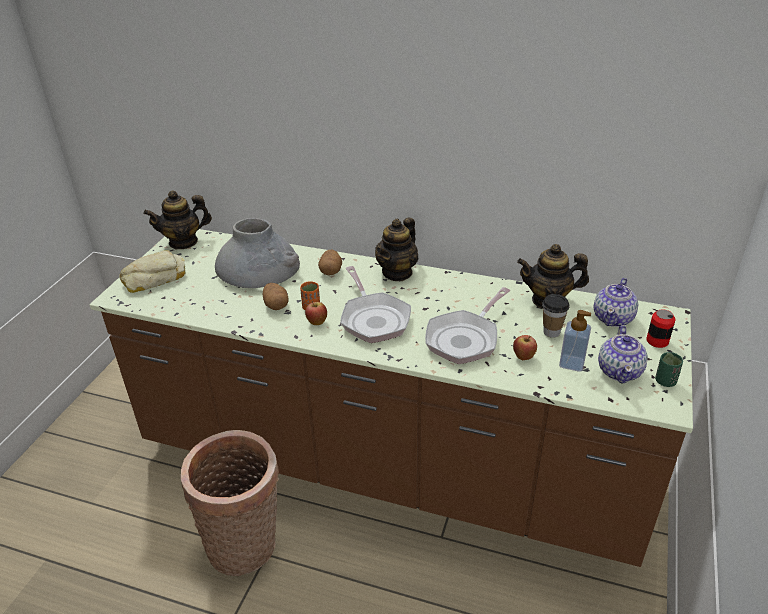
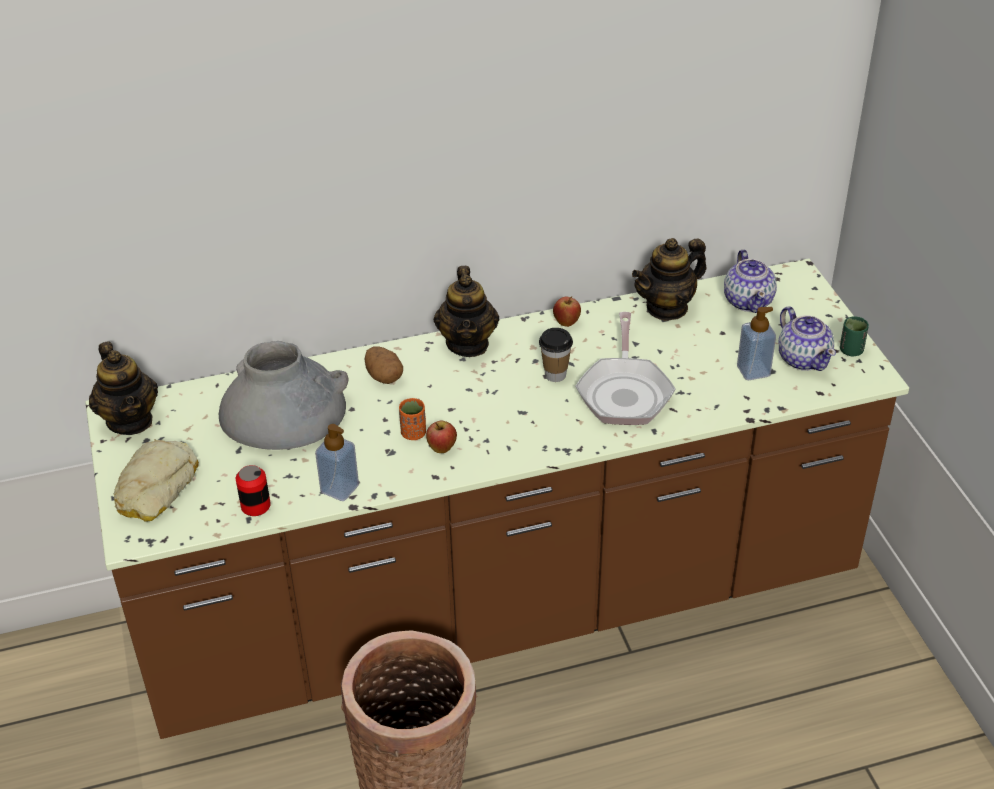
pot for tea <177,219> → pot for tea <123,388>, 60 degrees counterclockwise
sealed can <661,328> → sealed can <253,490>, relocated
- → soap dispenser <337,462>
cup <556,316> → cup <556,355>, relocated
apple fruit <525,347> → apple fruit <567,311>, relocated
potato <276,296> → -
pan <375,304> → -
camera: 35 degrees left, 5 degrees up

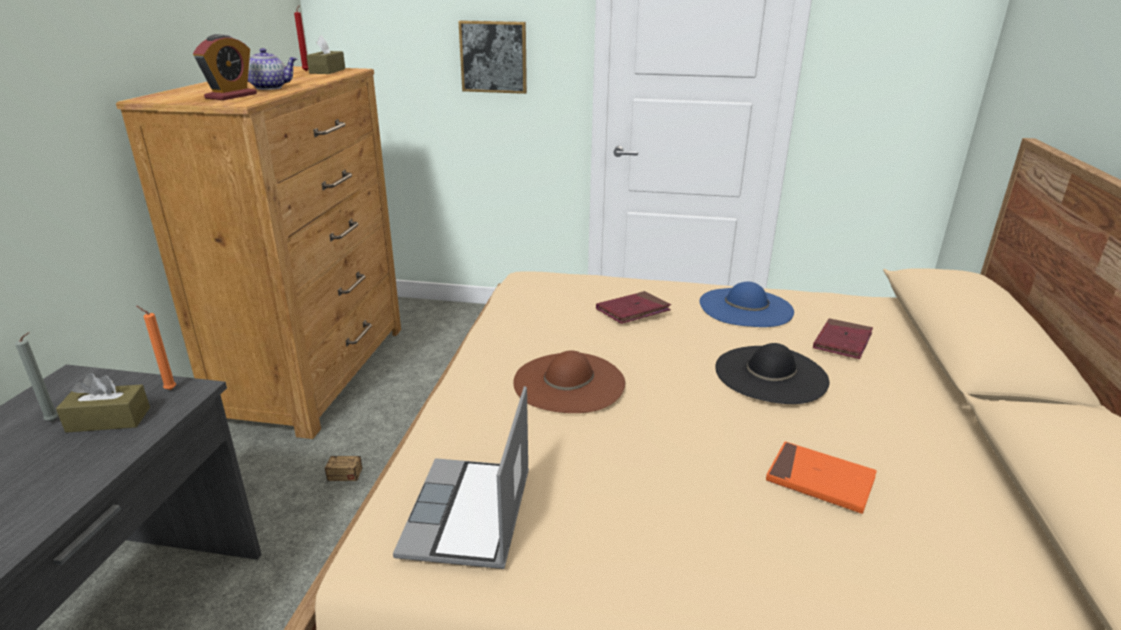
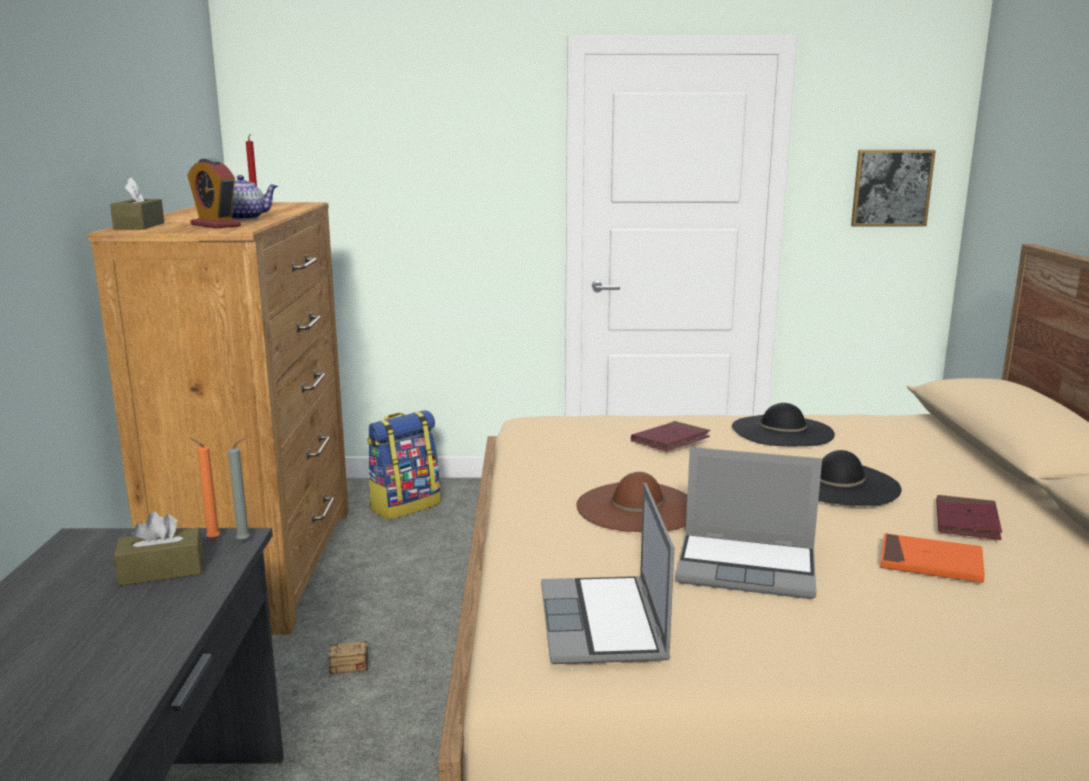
brown-coloured tissue holder <325,54> → brown-coloured tissue holder <137,203>, relocated
table clock <225,67> → table clock <214,193>, 120 degrees clockwise
grey candle <36,376> → grey candle <239,490>, relocated
- → rucksack <404,465>
- → portable computer <748,523>
blue hat <747,304> → blackish hat <783,424>
wall art <492,57> → wall art <893,188>, relocated
reddish bound book <843,338> → reddish bound book <969,517>, relocated
camera: 10 degrees left, 10 degrees down

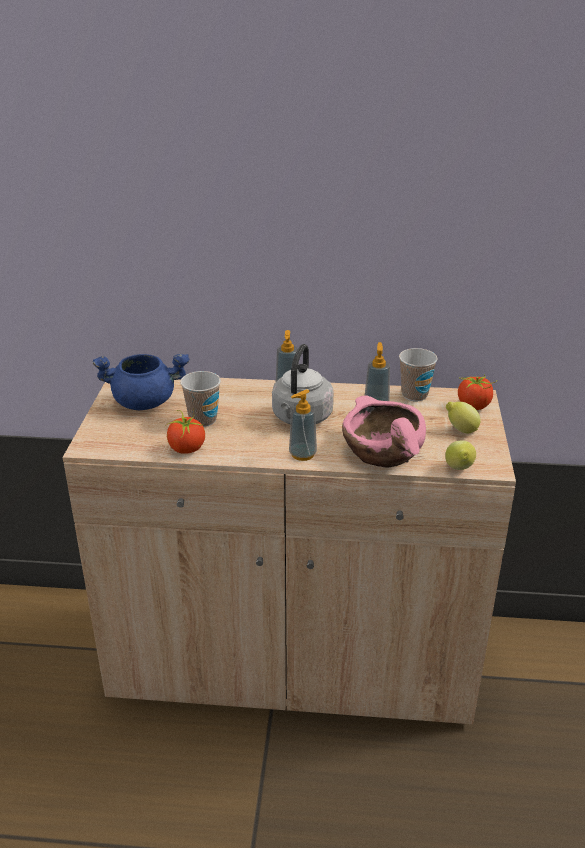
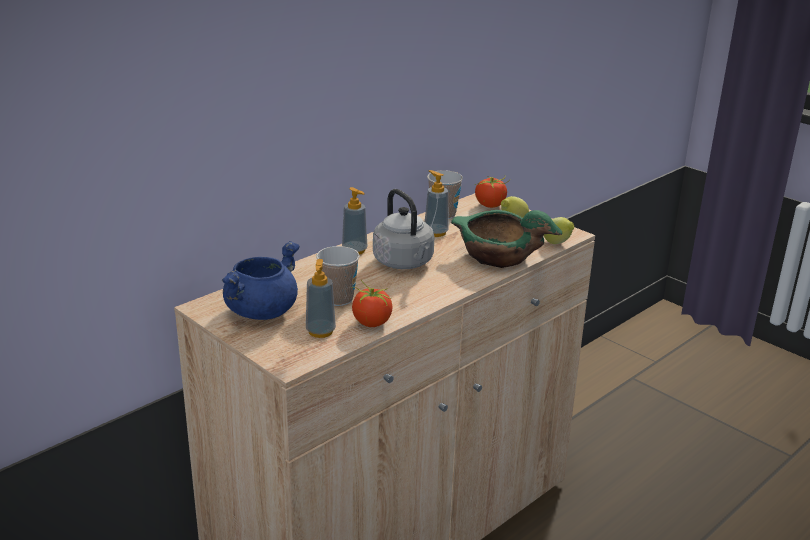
soap dispenser <303,425> → soap dispenser <321,298>, relocated
pink-coloured deep dish <384,431> → green-coloured deep dish <506,239>
camera: 50 degrees left, 5 degrees down

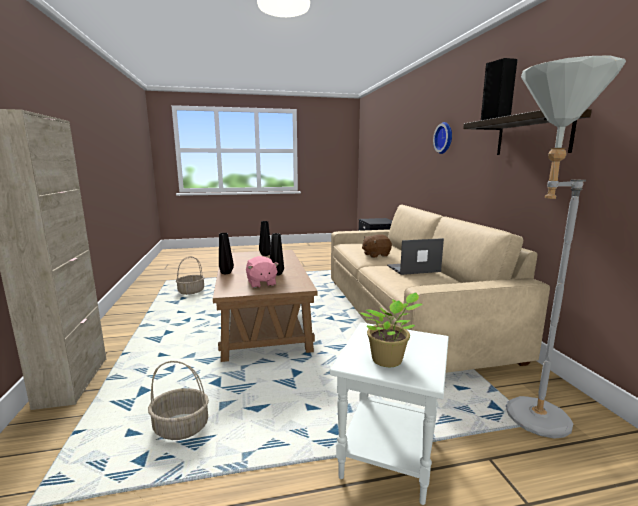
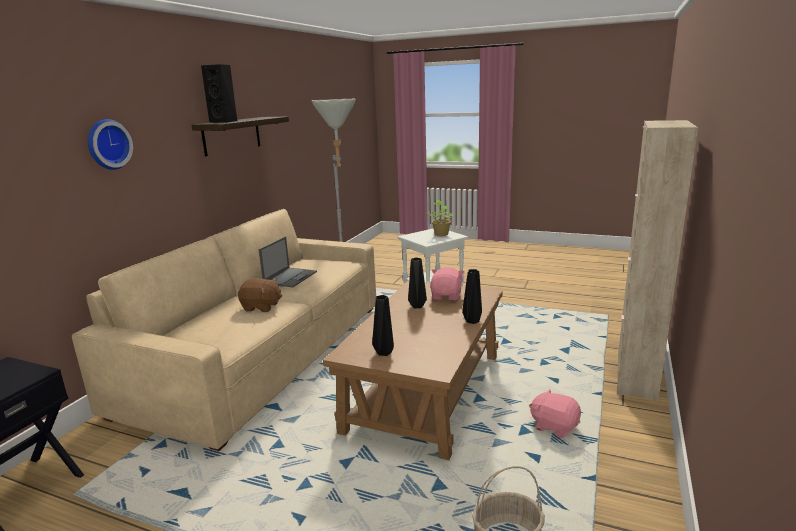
portable computer <415,256> → portable computer <288,262>, 90 degrees counterclockwise
- → pink-coloured plush toy <555,413>
storage basket <178,400> → -
camera: 145 degrees left, 5 degrees up

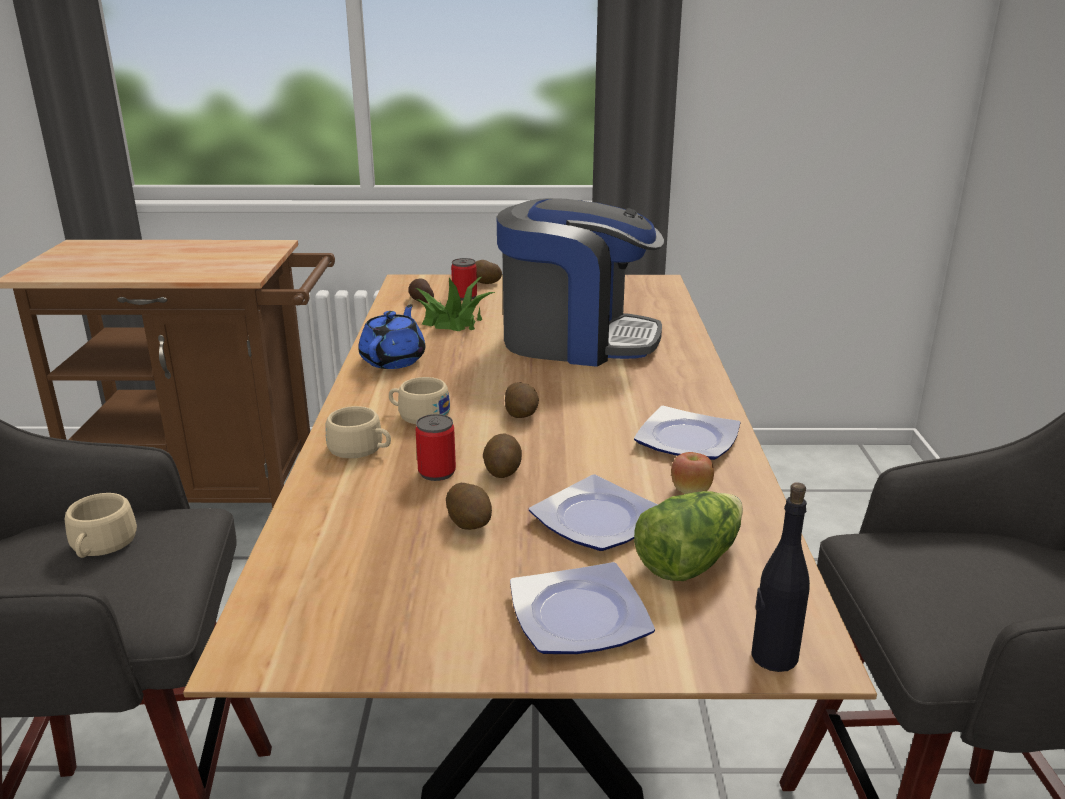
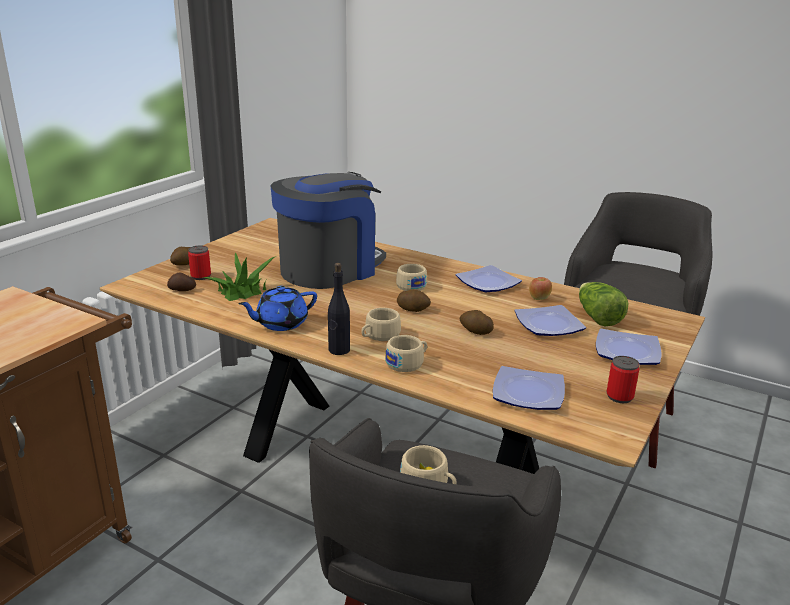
blue pot for tea <392,336> → blue pot for tea <277,308>, 75 degrees counterclockwise
blackish drink bottle <780,577> → blackish drink bottle <339,309>, relocated
- → beige cup <411,277>
- → dinner plate <529,388>
sealed can <435,447> → sealed can <623,379>, relocated
potato <469,506> → -
camera: 60 degrees left, 0 degrees up

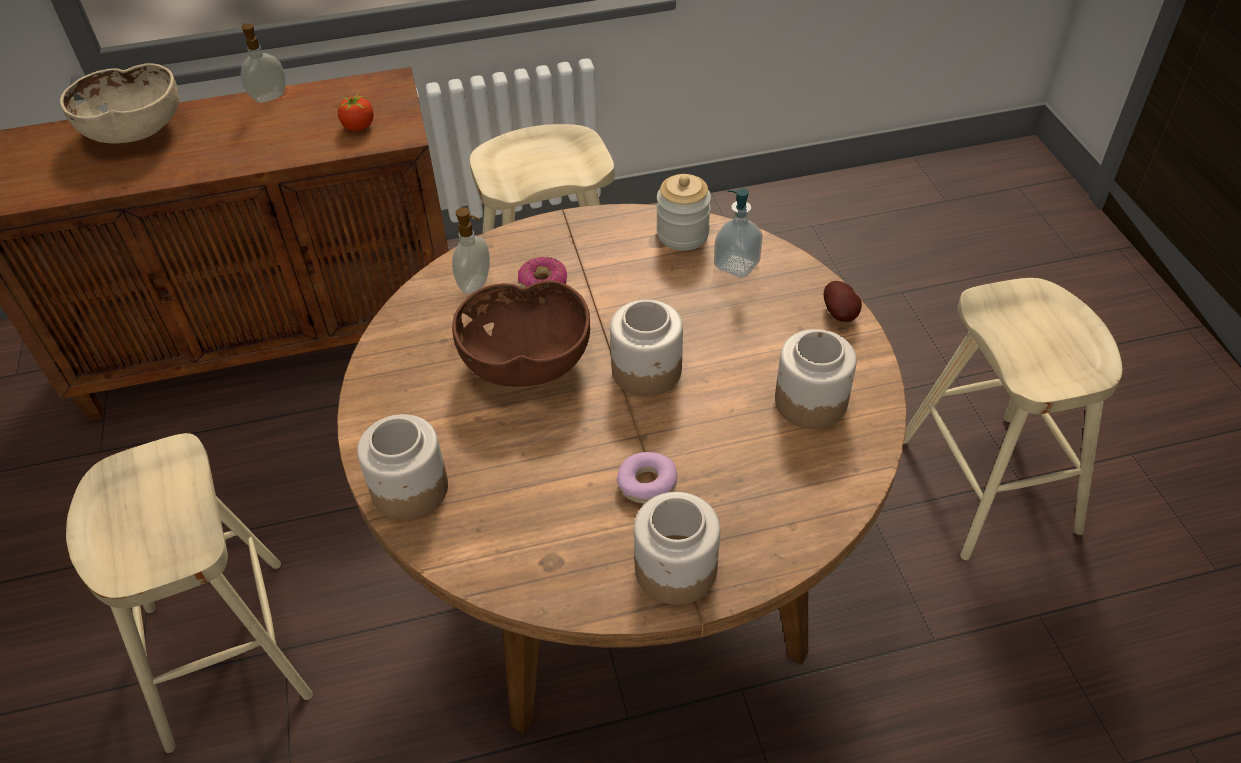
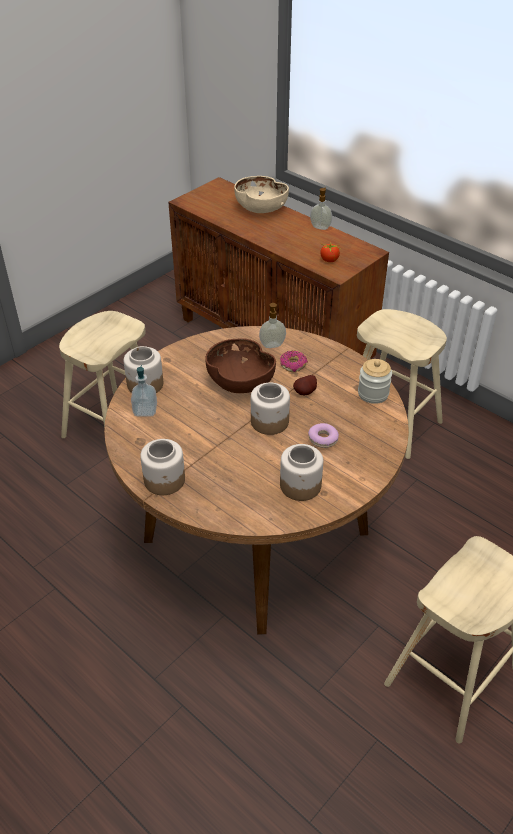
soap dispenser <738,233> → soap dispenser <144,390>, relocated
potato <843,301> → potato <305,385>, relocated
doughnut <647,478> → doughnut <323,435>, relocated
camera: 55 degrees right, 5 degrees down

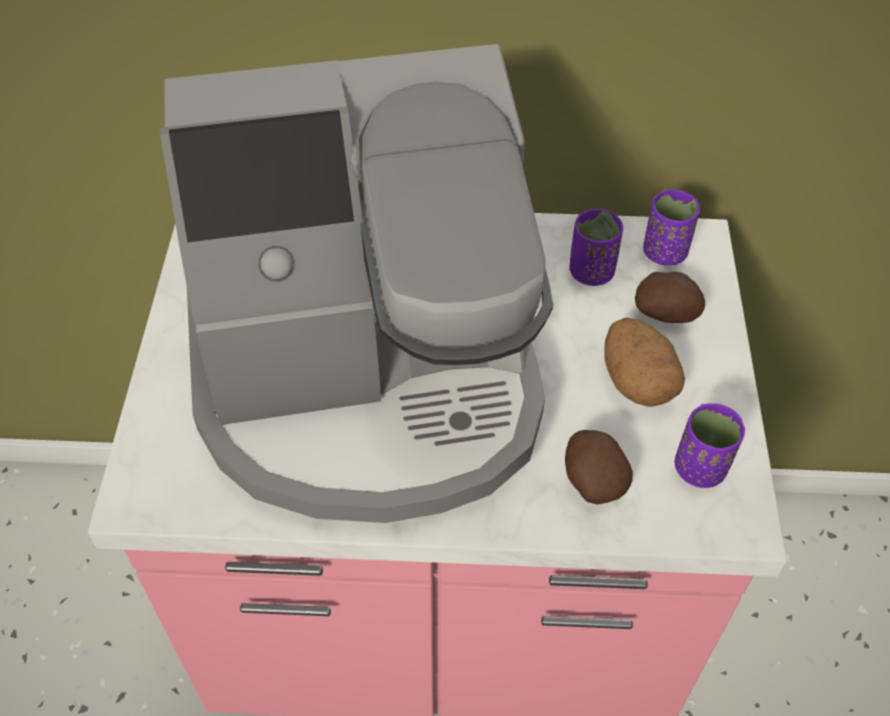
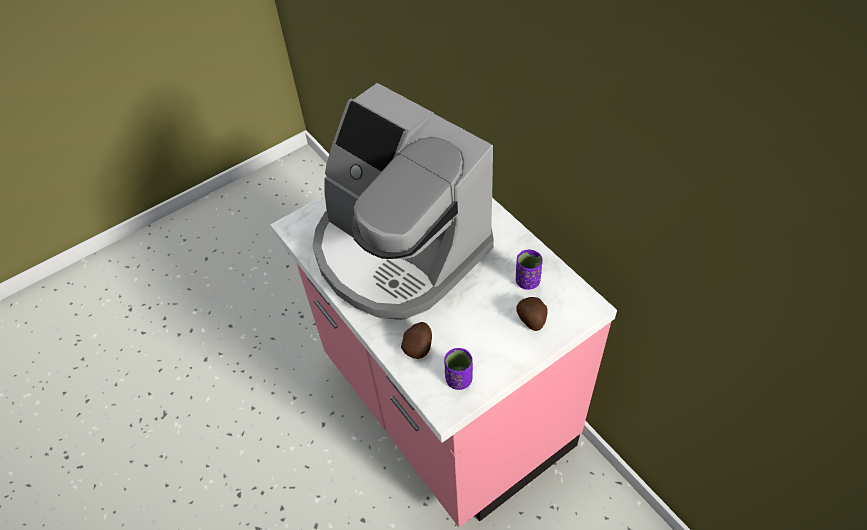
potato <644,362> → -
purple-coloured cup <671,227> → -
camera: 55 degrees right, 0 degrees up

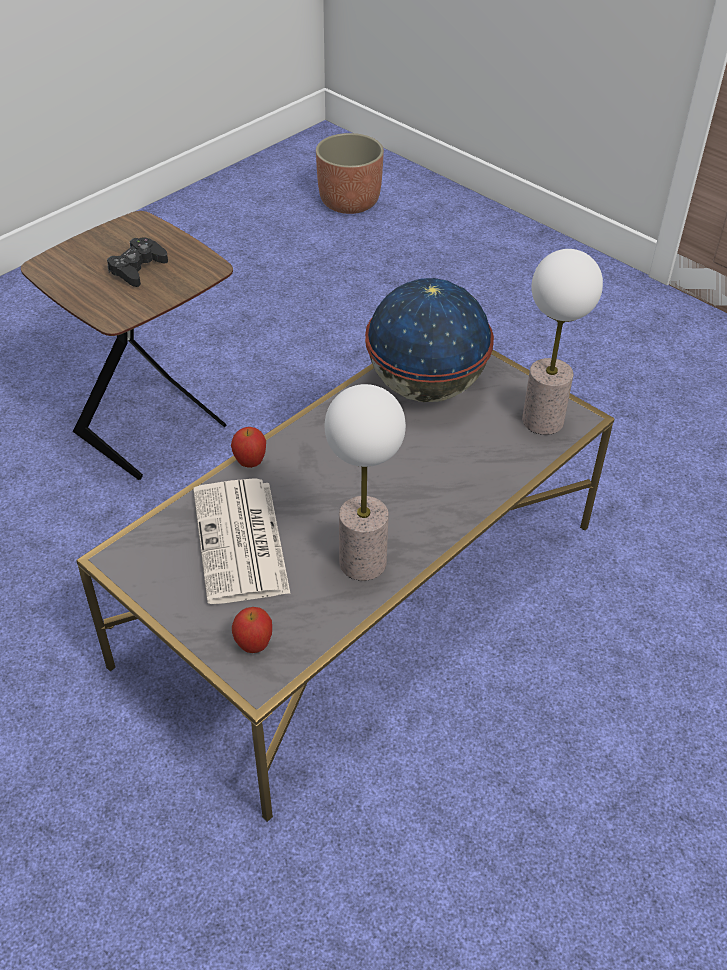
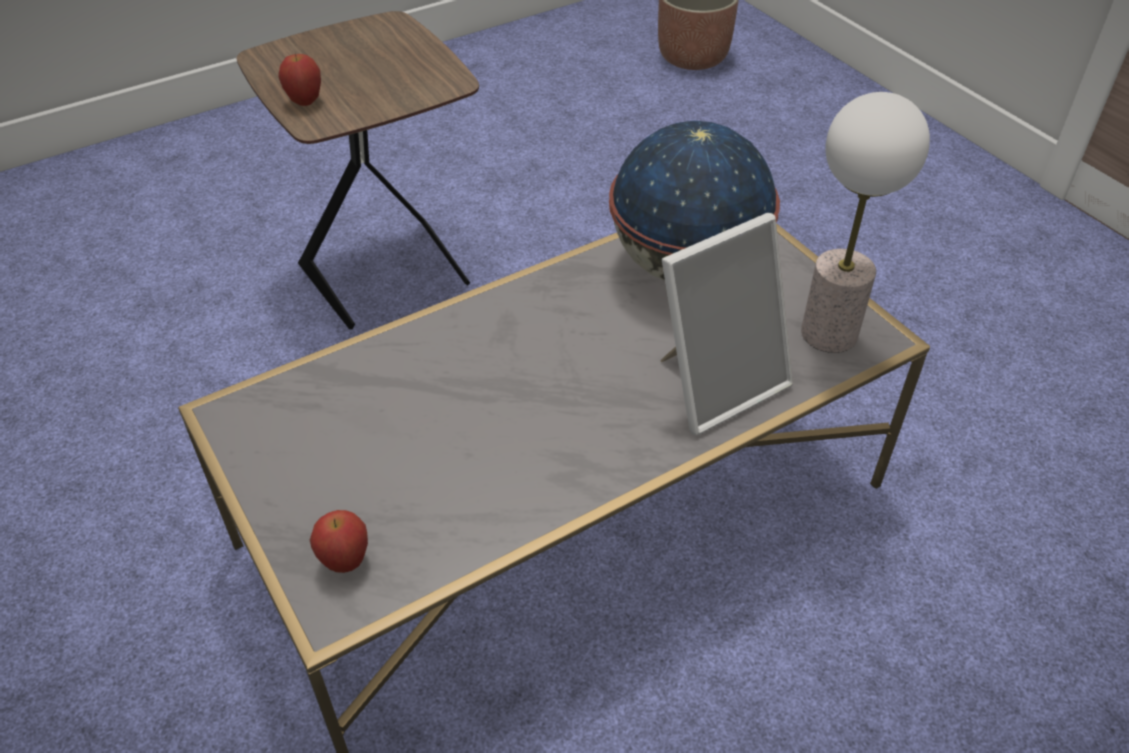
apple fruit <248,447> → apple fruit <299,79>, relocated
- → standing frame <726,324>
blackish joypad <137,262> → -
newspaper <242,541> → -
lamp for a table <365,482> → -
camera: 15 degrees right, 0 degrees up

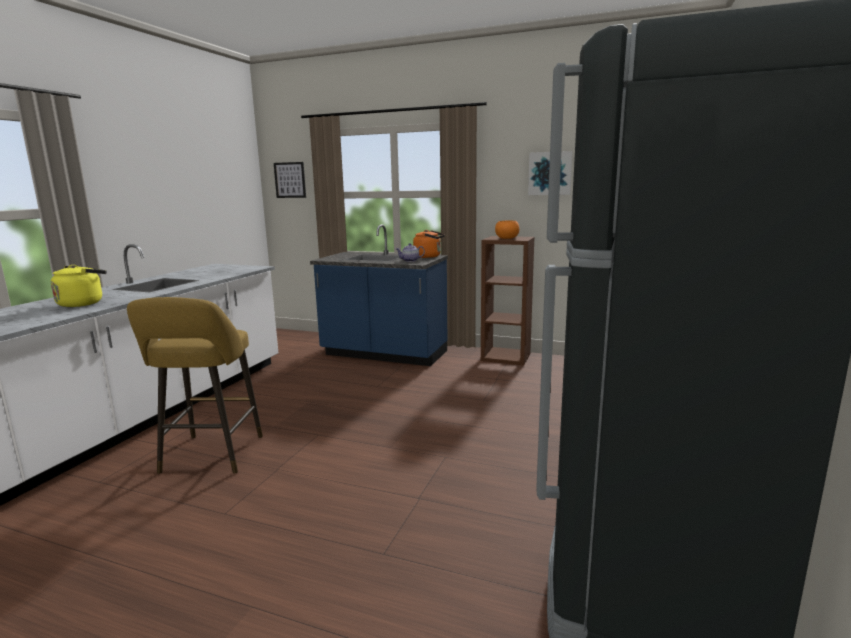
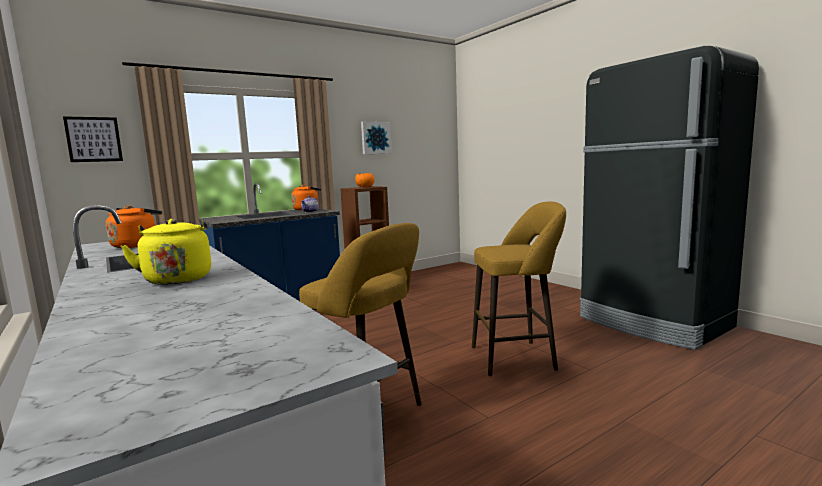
- → orangey kettle <134,226>
- → yellow stool seat <519,288>
camera: 55 degrees left, 5 degrees down

